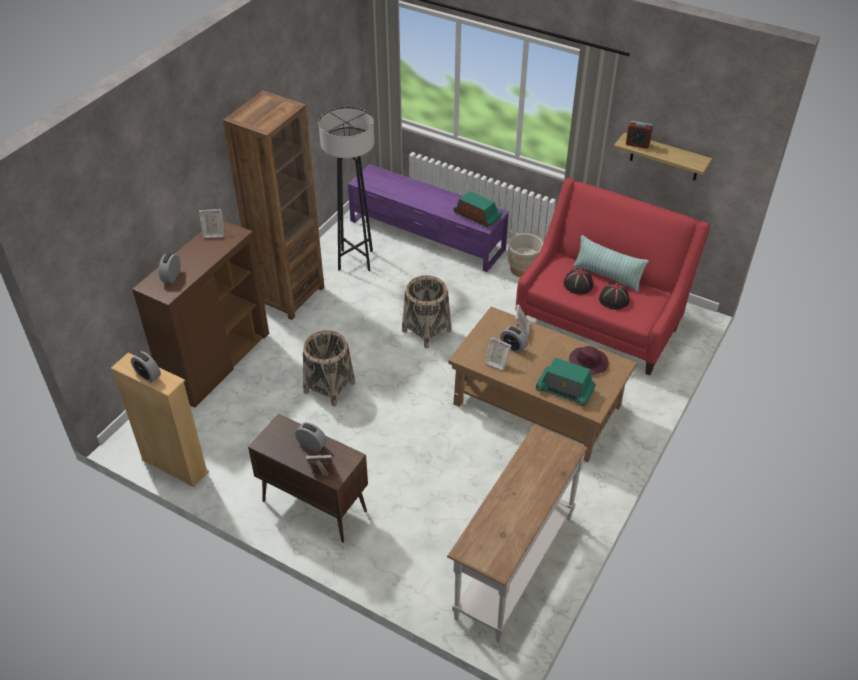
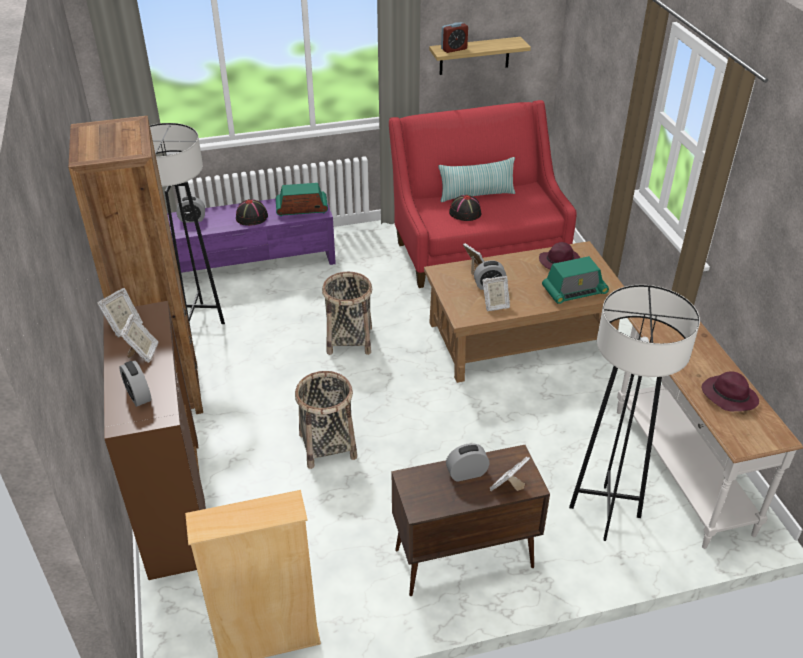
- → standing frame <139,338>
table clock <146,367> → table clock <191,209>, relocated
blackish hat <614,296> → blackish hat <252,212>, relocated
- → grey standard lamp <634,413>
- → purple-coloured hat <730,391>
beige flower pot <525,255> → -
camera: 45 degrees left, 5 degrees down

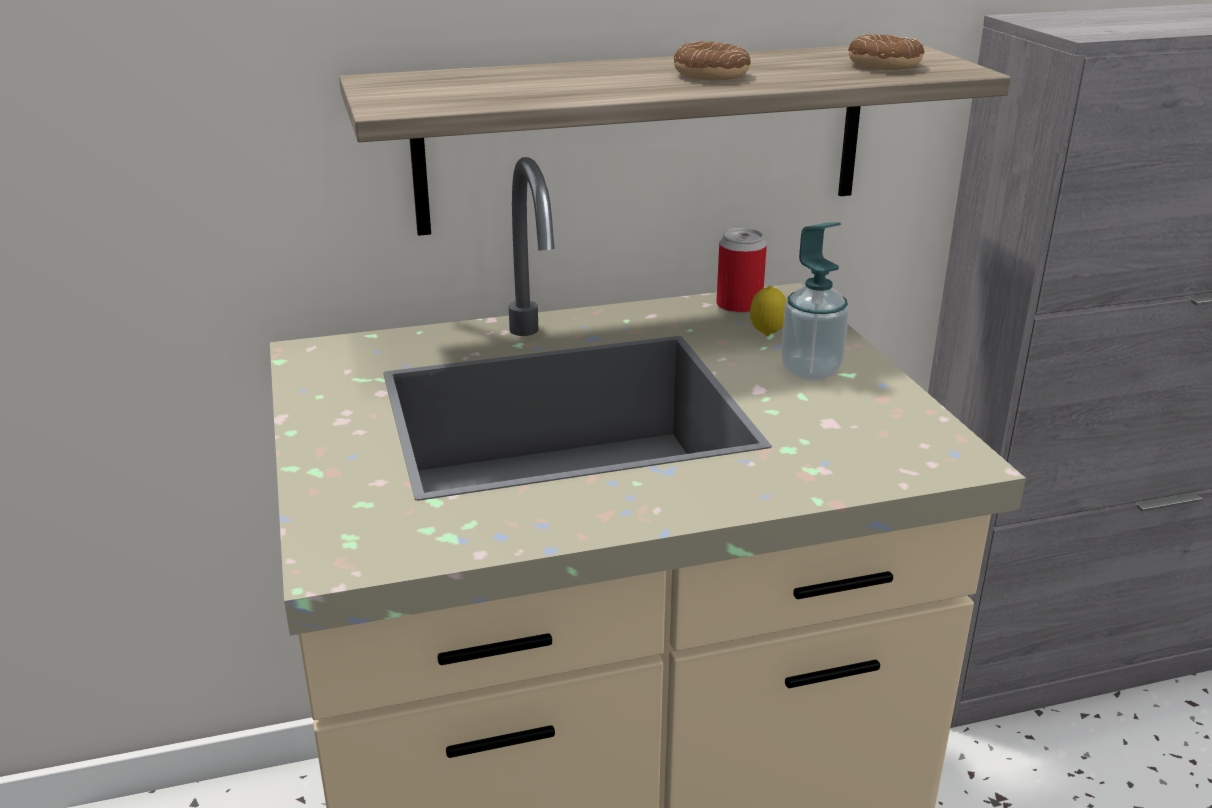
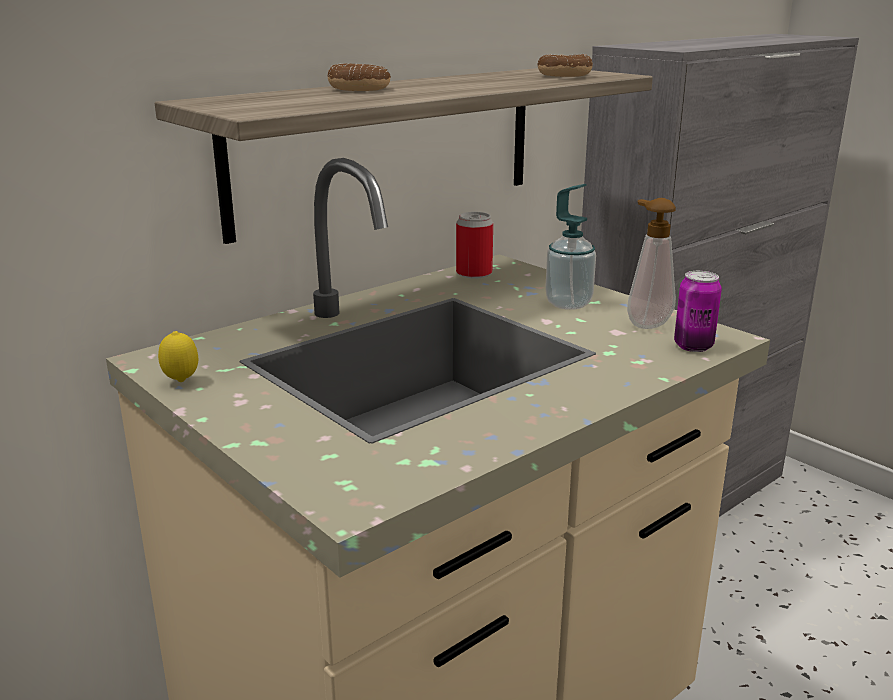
lemon <768,311> → lemon <178,356>, relocated
doughnut <712,61> → doughnut <359,77>, relocated
- → soap dispenser <651,263>
- → sealed can <698,311>
camera: 25 degrees left, 5 degrees down

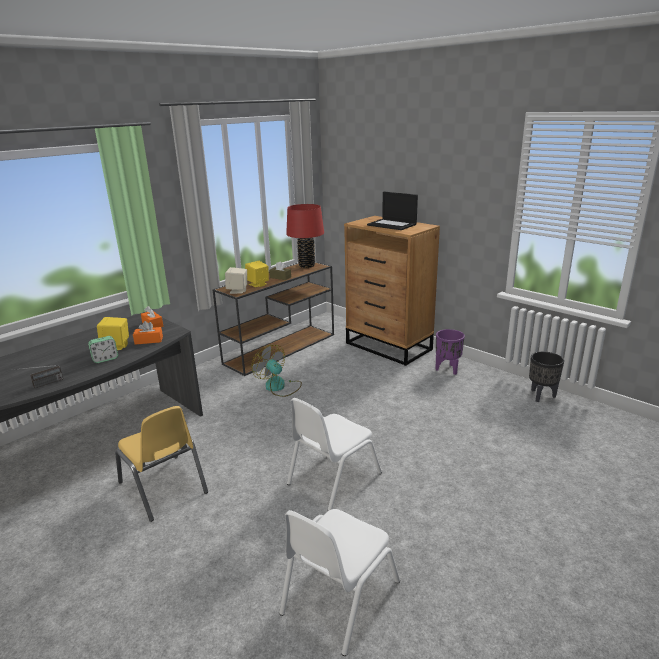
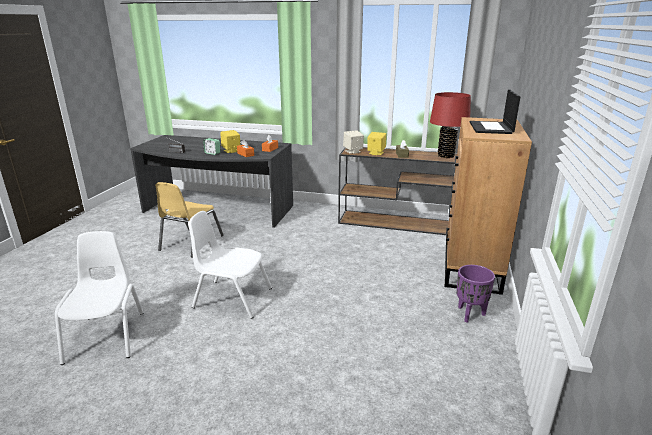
white upright chair <339,582> → white upright chair <99,298>, 75 degrees clockwise
fan <277,371> → -
blackish flower pot <546,377> → -
camera: 60 degrees right, 0 degrees up

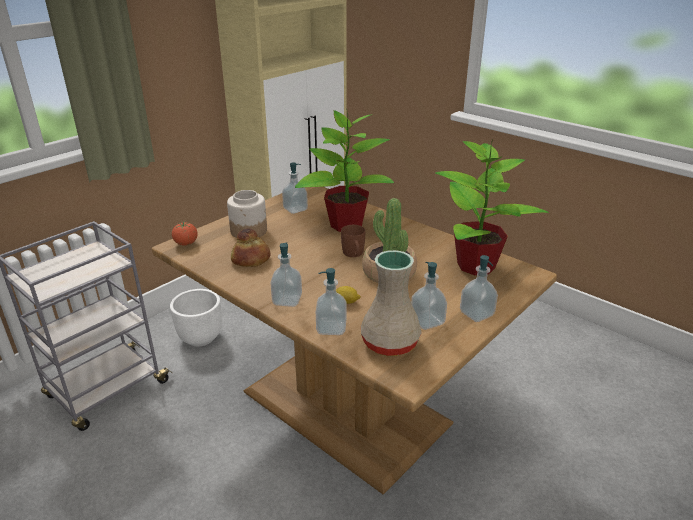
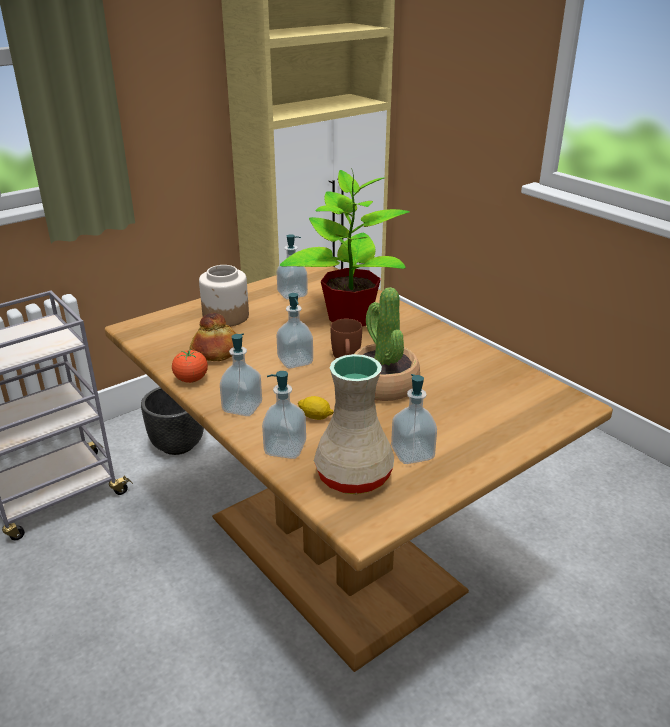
white flower pot <196,318> → blackish flower pot <172,421>
tomato <185,233> → tomato <190,366>, relocated
soap dispenser <479,288> → soap dispenser <294,330>, relocated
houseplant <492,206> → -
camera: 10 degrees right, 0 degrees up

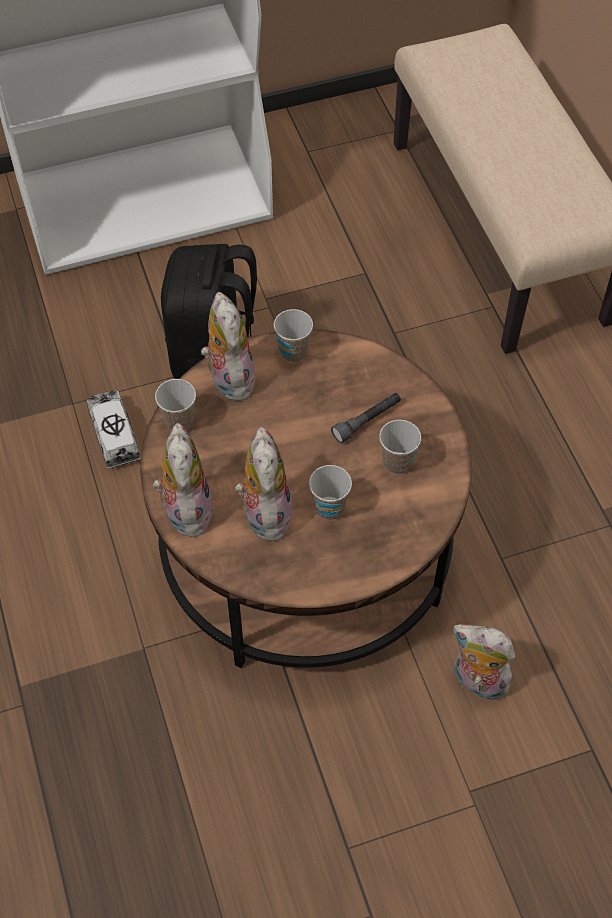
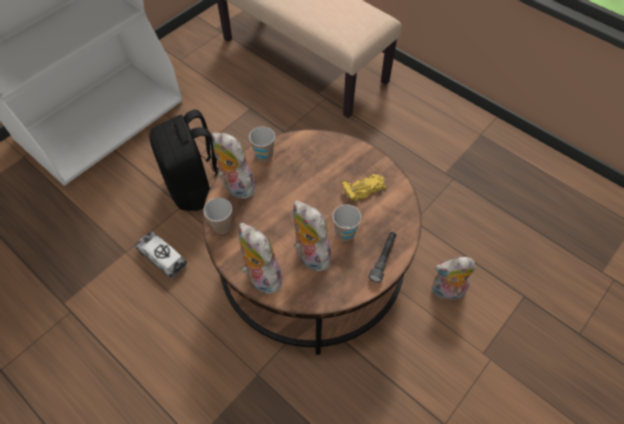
cup <400,446> → yellow model car <364,188>
grey flashlight <366,418> → grey flashlight <382,257>, relocated
camera: 30 degrees left, 0 degrees up

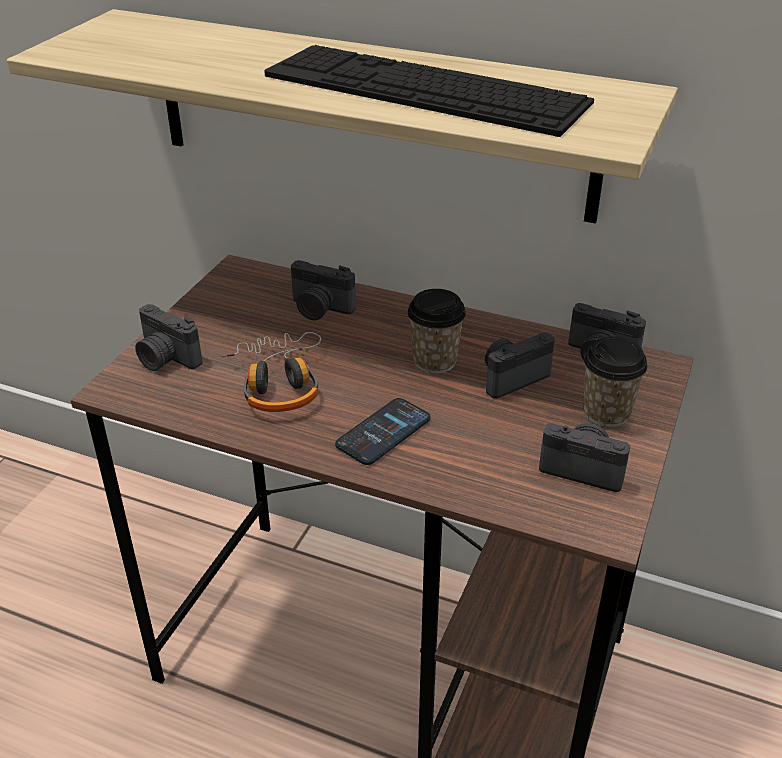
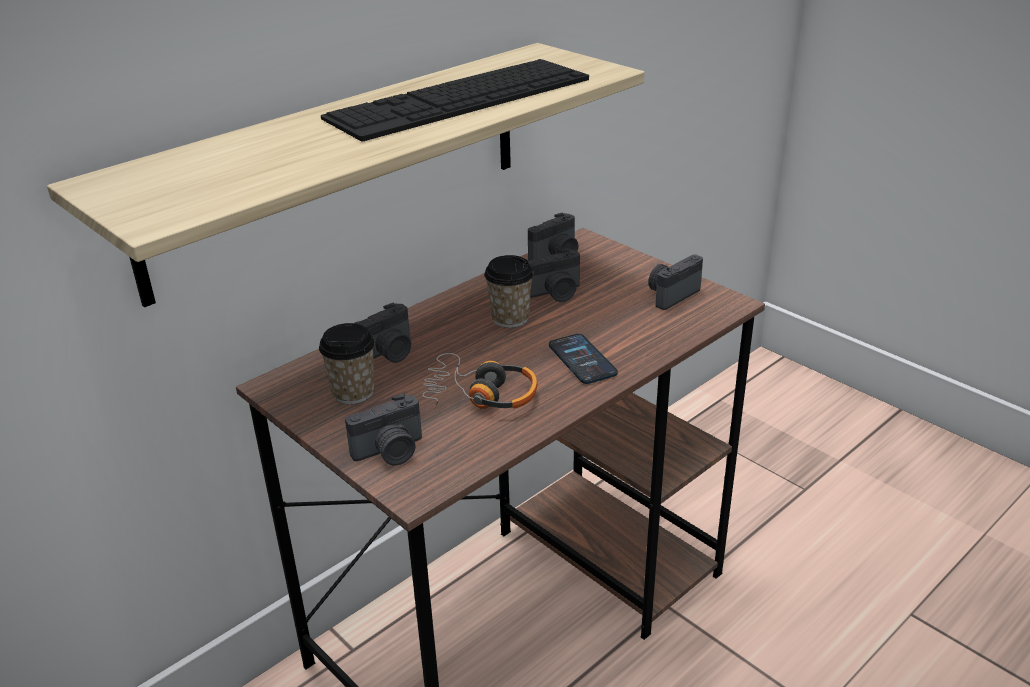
cup <615,381> → cup <347,363>, relocated
still camera <520,366> → still camera <553,275>, 105 degrees counterclockwise
camera: 65 degrees left, 5 degrees down

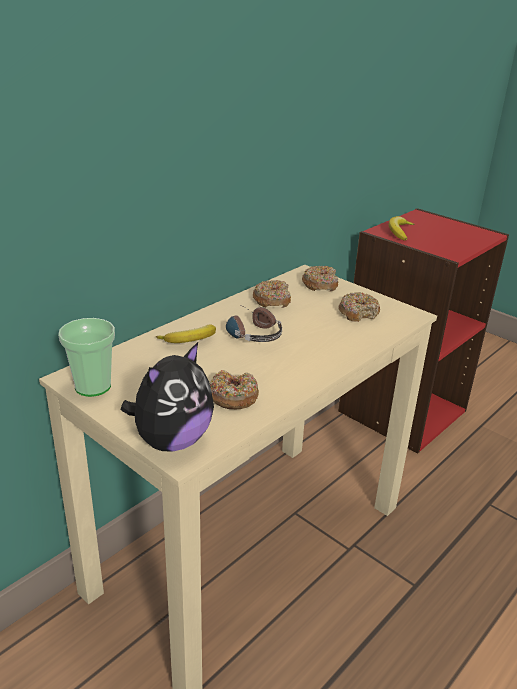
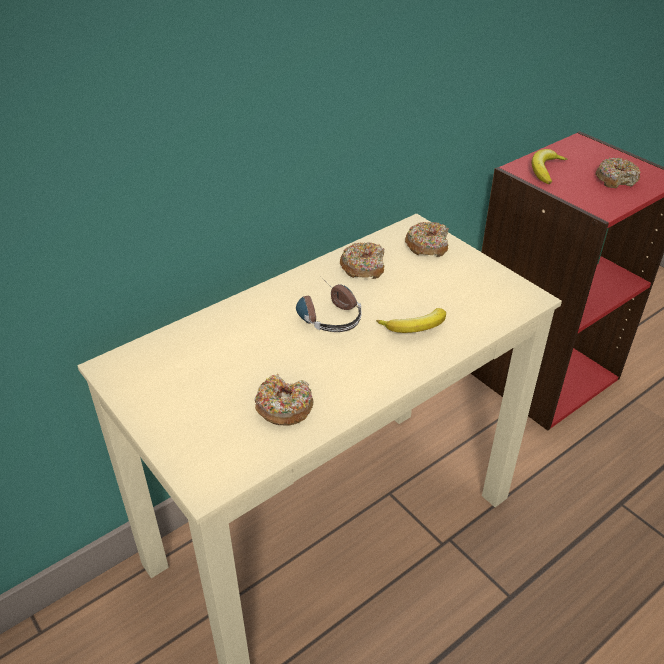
banana fruit <186,334> → banana fruit <411,320>, relocated
doughnut <359,307> → doughnut <618,173>, relocated
cup <86,357> → -
plush toy <167,397> → -
camera: 10 degrees right, 10 degrees up

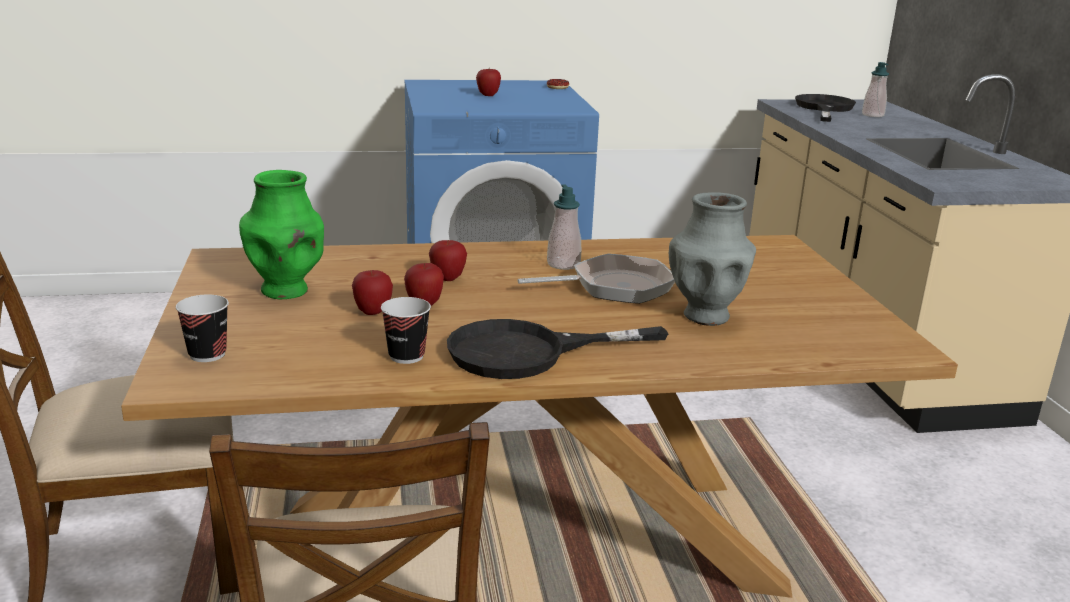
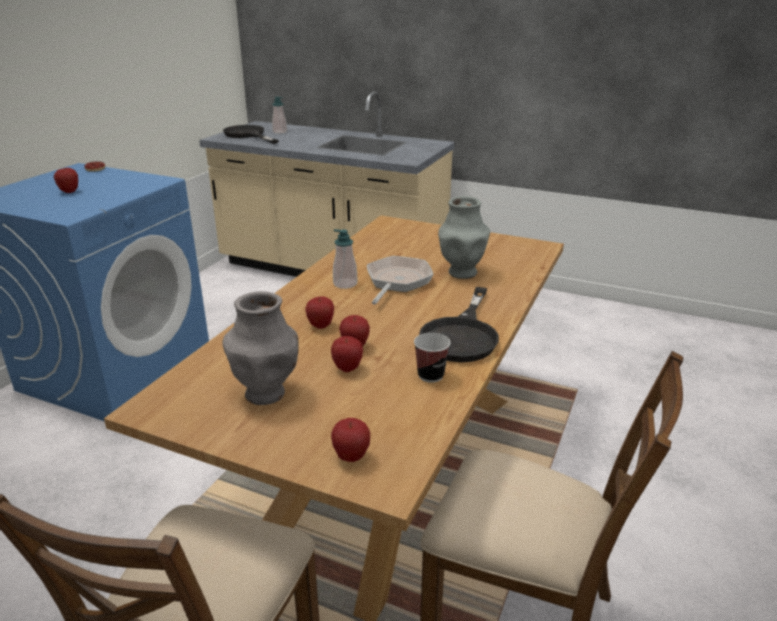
green-coloured vase <281,234> → grey vase <260,348>
cup <202,328> → apple fruit <350,440>
camera: 55 degrees left, 5 degrees up

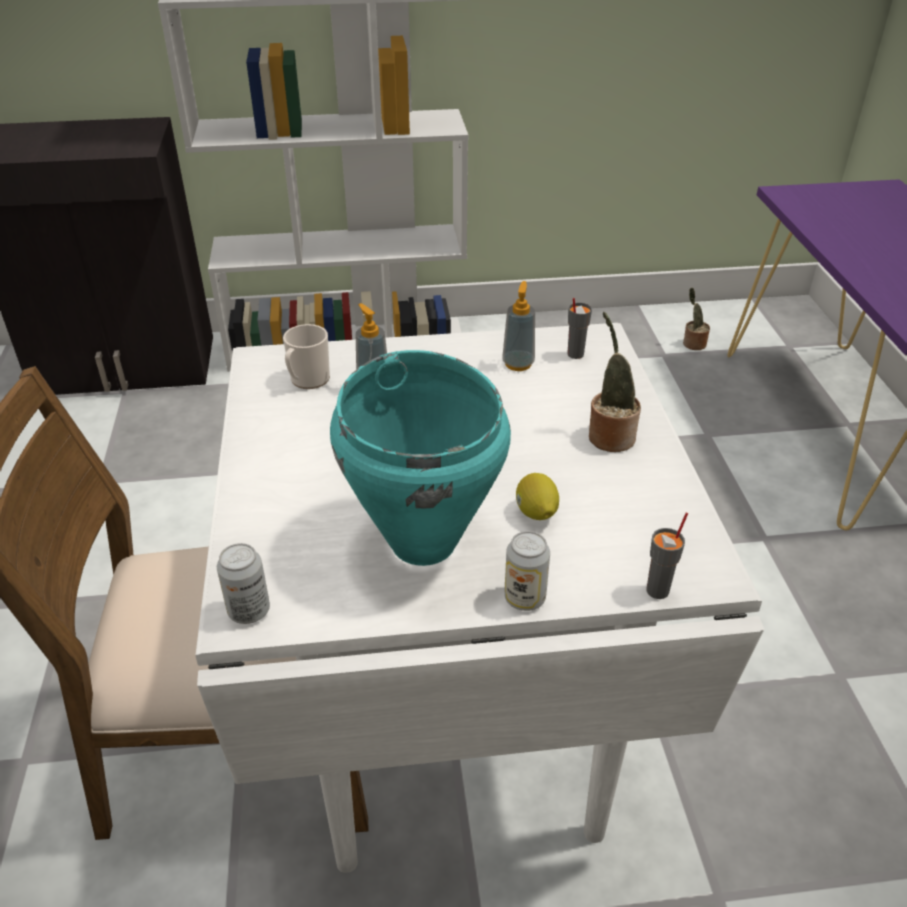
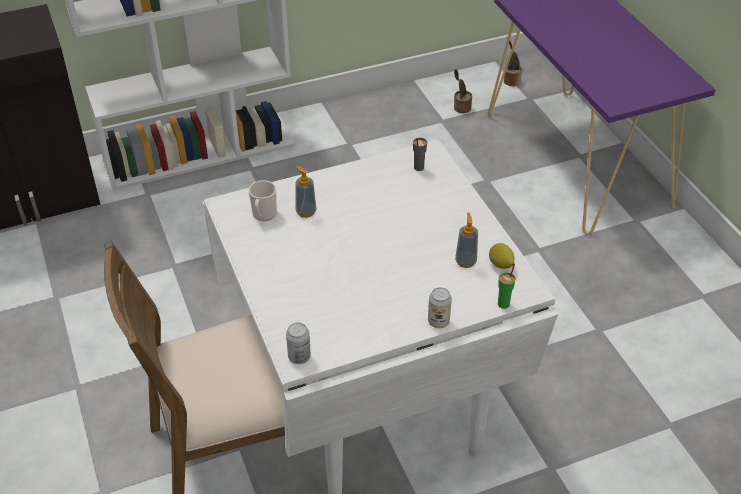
soap dispenser <518,326> → soap dispenser <466,240>, relocated
lemon <537,496> → lemon <501,256>, relocated
grey cup <667,556> → green-coloured cup <507,286>
houseplant <615,381> → houseplant <513,61>, relocated
turquoise saucepot <420,458> → -
camera: 15 degrees left, 5 degrees up

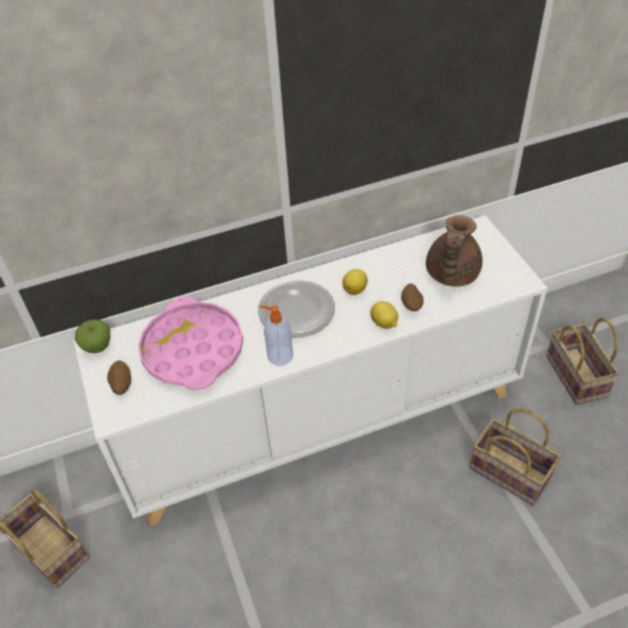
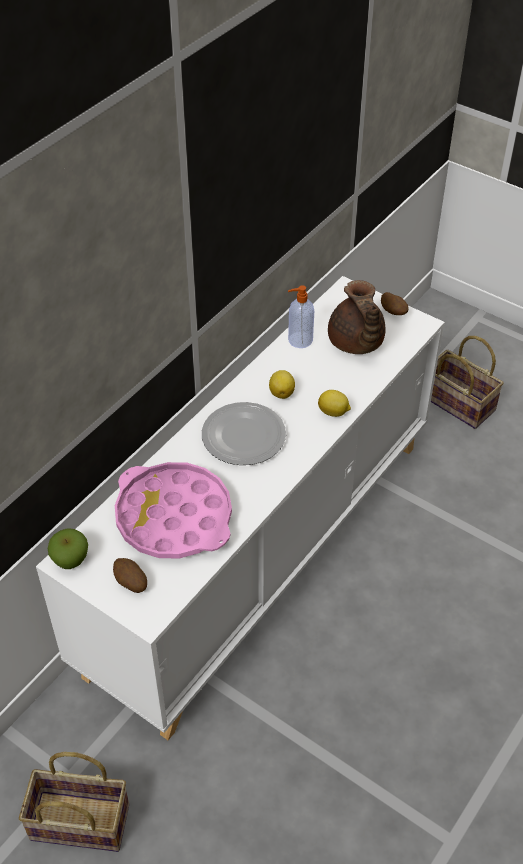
soap dispenser <276,335> → soap dispenser <301,316>, relocated
potato <412,297> → potato <394,303>, relocated
storage basket <515,457> → -
camera: 35 degrees left, 0 degrees up

